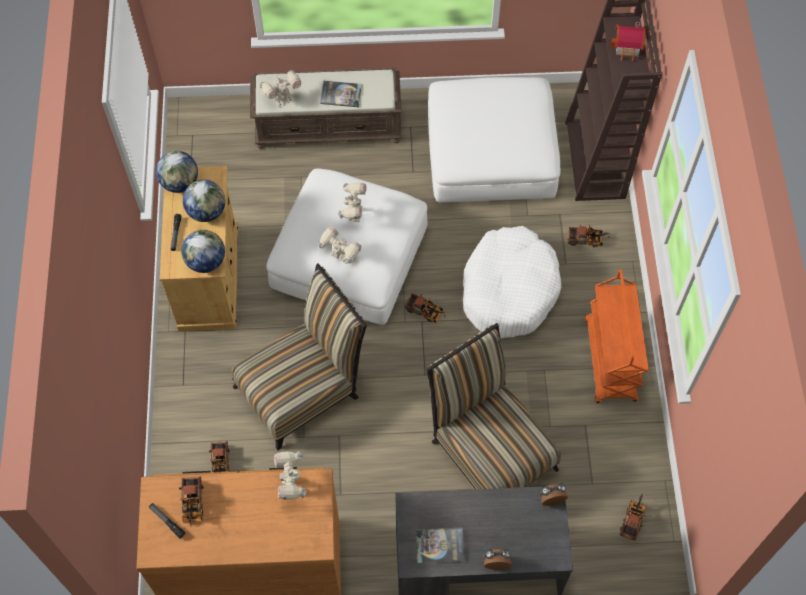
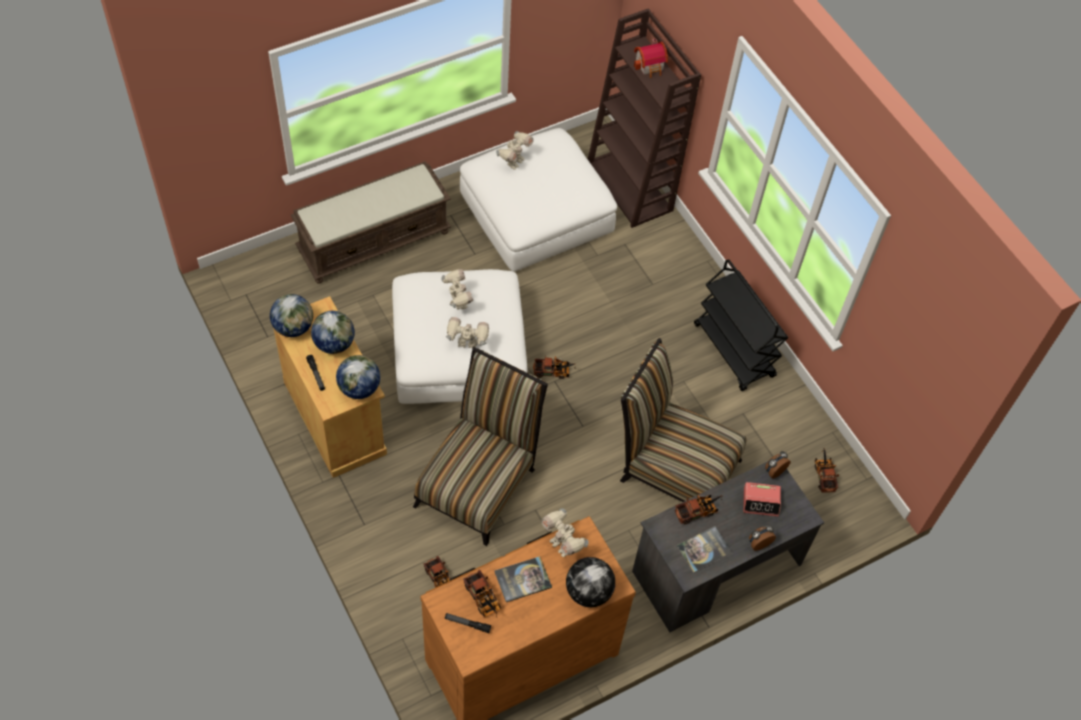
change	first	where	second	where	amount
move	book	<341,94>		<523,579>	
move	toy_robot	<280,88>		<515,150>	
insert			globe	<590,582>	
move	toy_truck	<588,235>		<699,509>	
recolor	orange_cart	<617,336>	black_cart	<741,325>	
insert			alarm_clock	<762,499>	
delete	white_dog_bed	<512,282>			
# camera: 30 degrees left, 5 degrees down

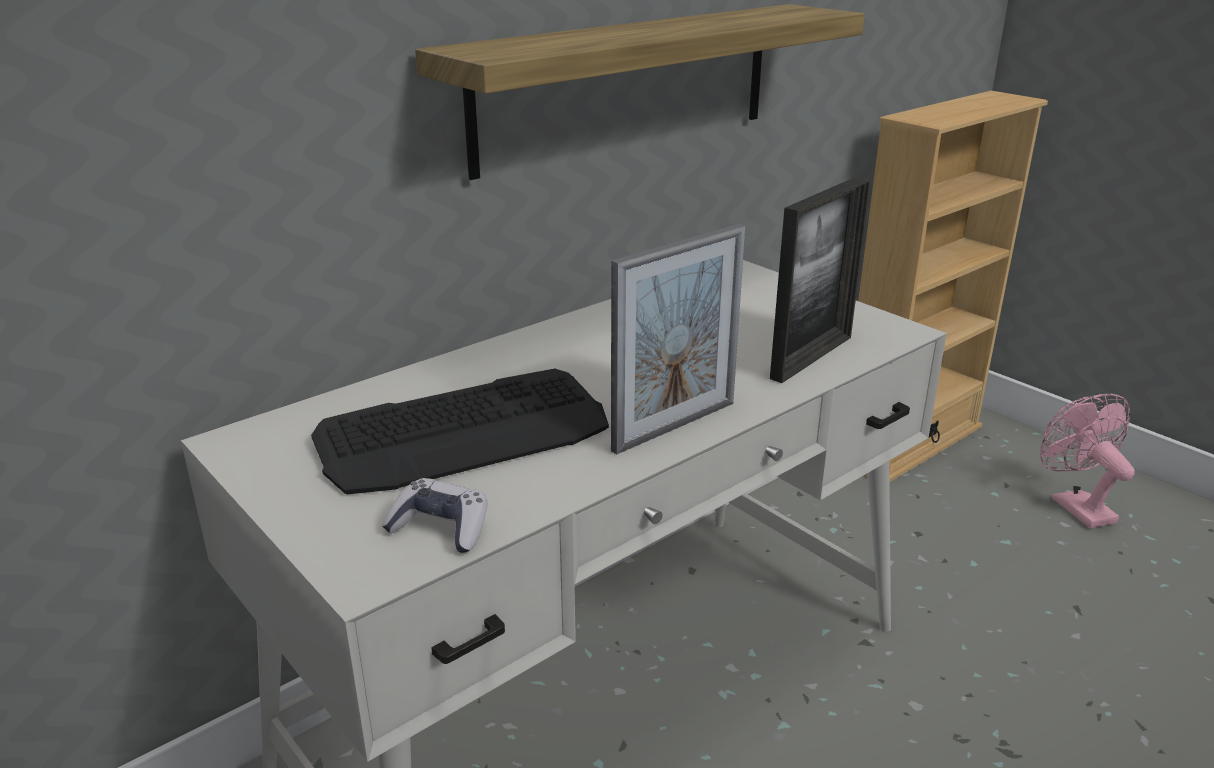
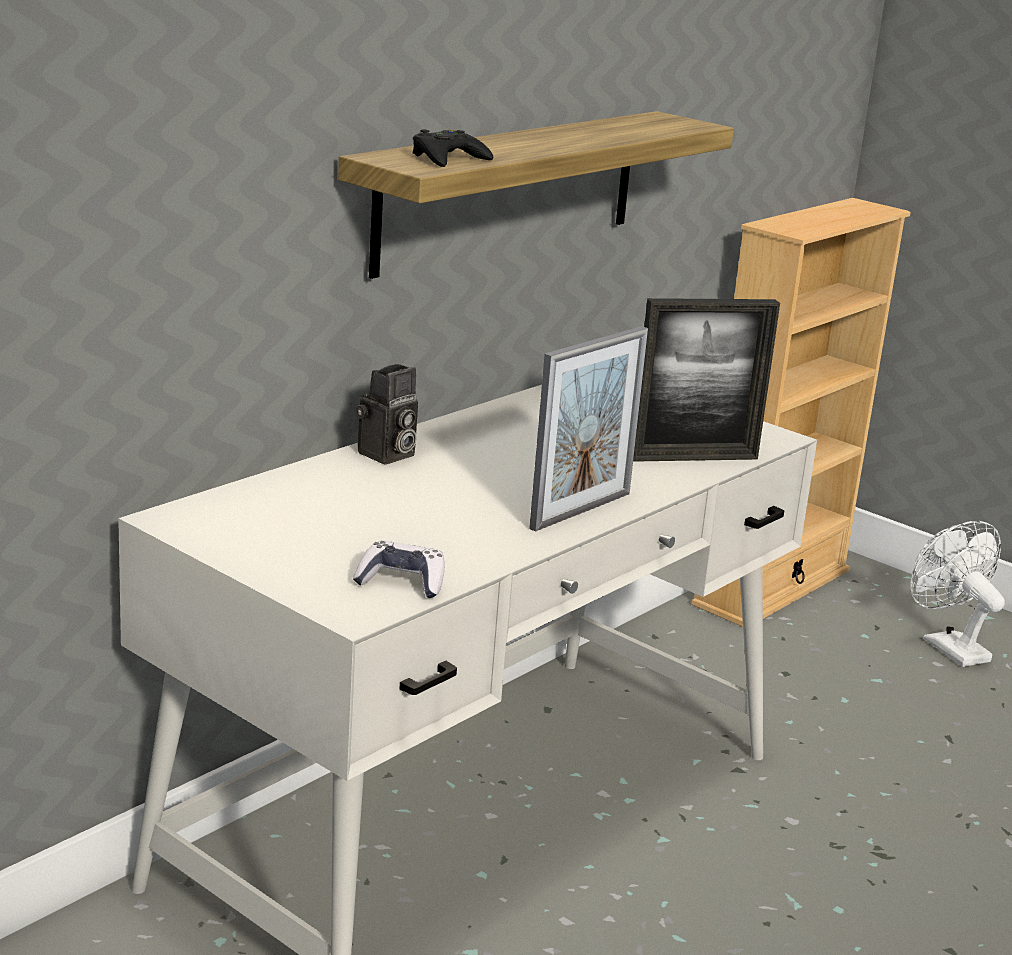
change	first	where	second	where	amount
insert			photo_camera	<387,414>	
insert			black_game_controller	<453,148>	
rotate	picture_frame	<820,279>		<706,380>	45 degrees clockwise
recolor	pink_fan	<1087,460>	white_fan	<957,594>	
delete	keyboard	<460,431>			
# camera: 10 degrees left, 5 degrees down

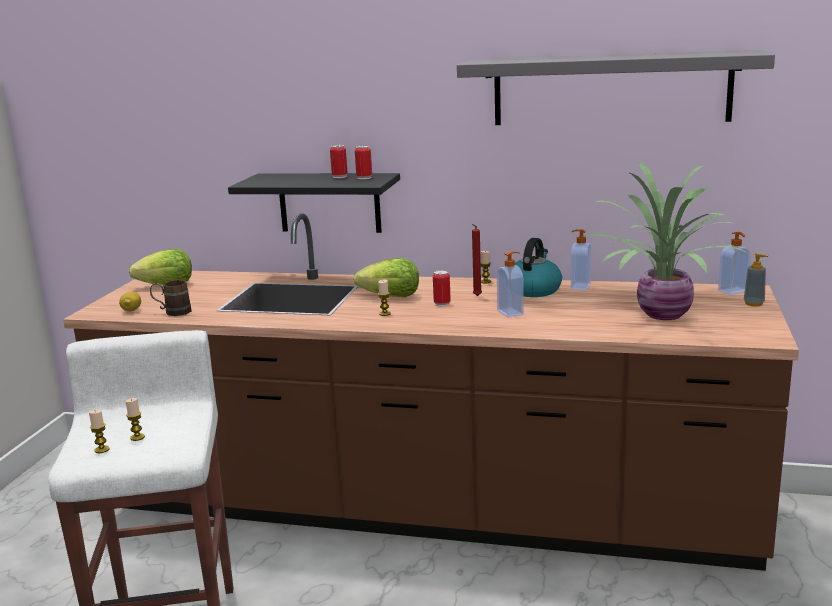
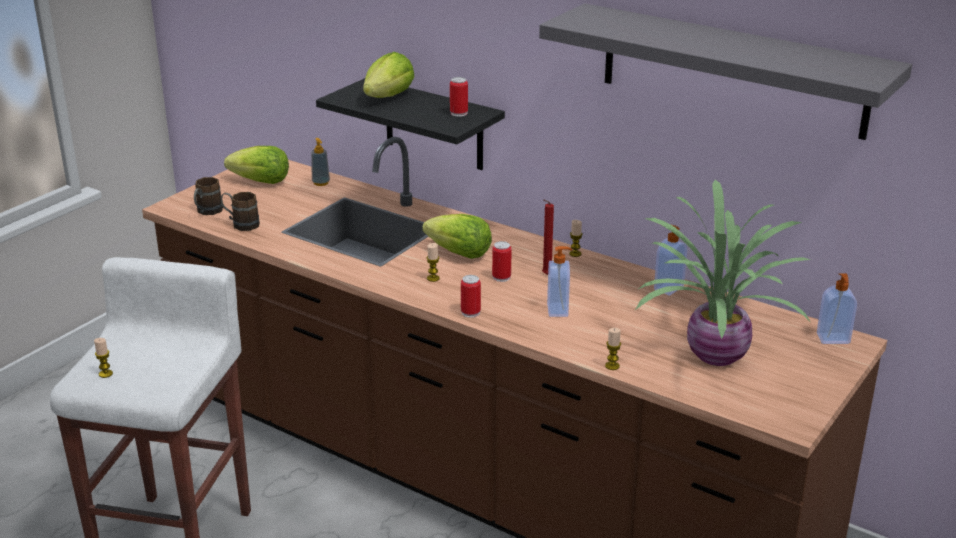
change	first	where	second	where	amount
replace	lemon	<130,301>	brown_mug	<208,196>	
move	soap_dispenser	<756,280>		<320,162>	
insert			lettuce	<388,75>	
move	can	<339,161>		<471,296>	
move	candle	<135,419>		<613,349>	
delete	kettle	<538,267>			
# camera: 20 degrees right, 10 degrees up

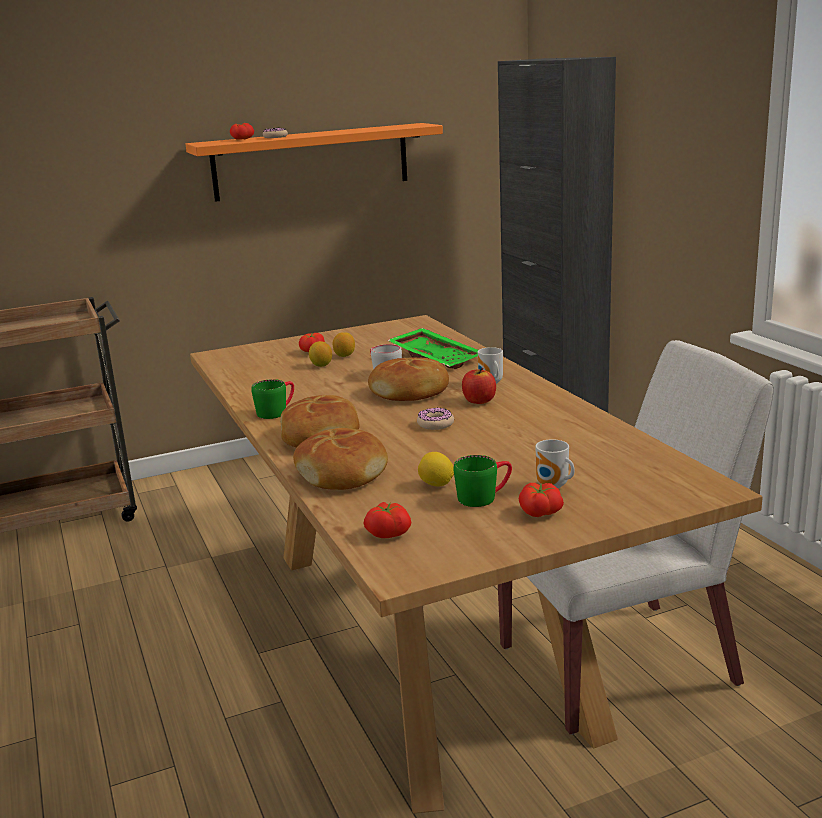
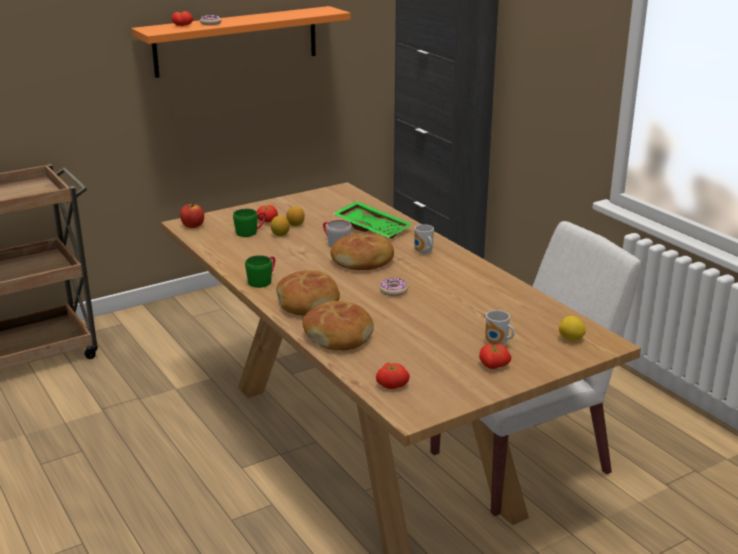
change	first	where	second	where	amount
move	apple	<479,386>		<192,215>	
move	green_mug	<482,481>		<249,223>	
move	lemon	<436,469>		<572,328>	
# camera: 10 degrees left, 5 degrees up

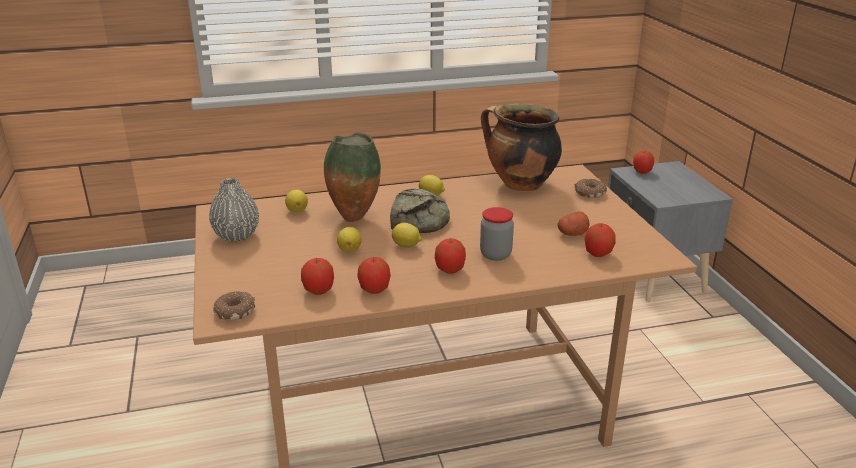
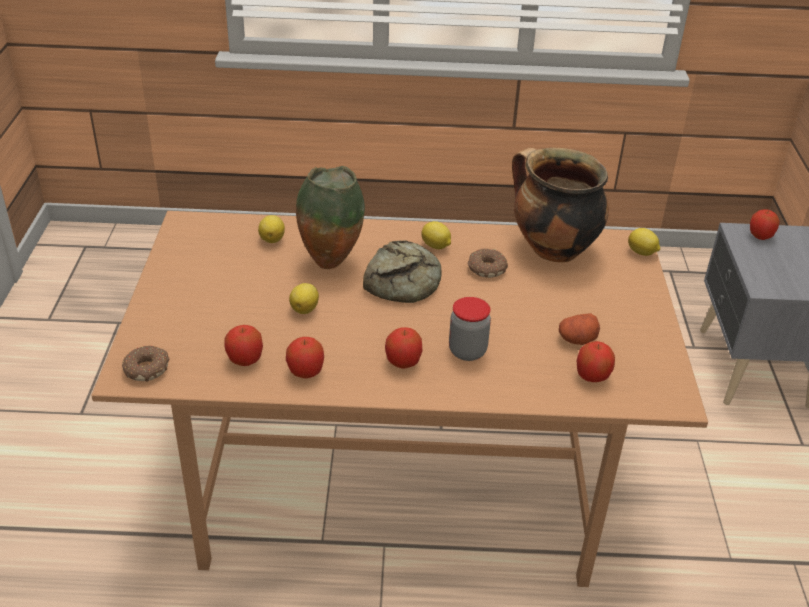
change	first	where	second	where	amount
move	donut	<591,188>		<488,263>	
move	lemon	<407,235>		<644,242>	
delete	grey_vase	<234,210>			
# camera: 15 degrees right, 10 degrees up

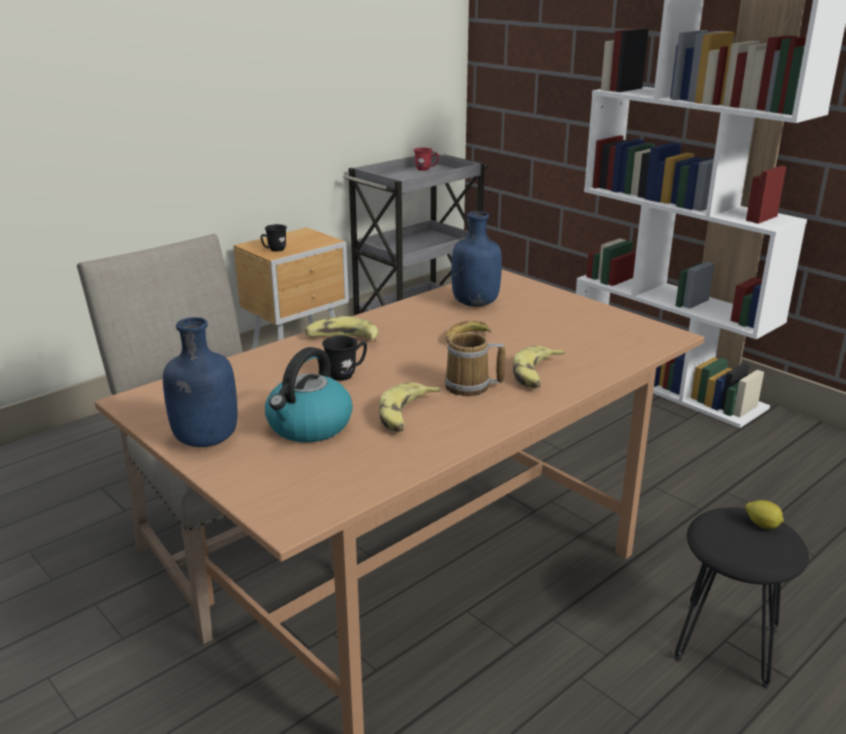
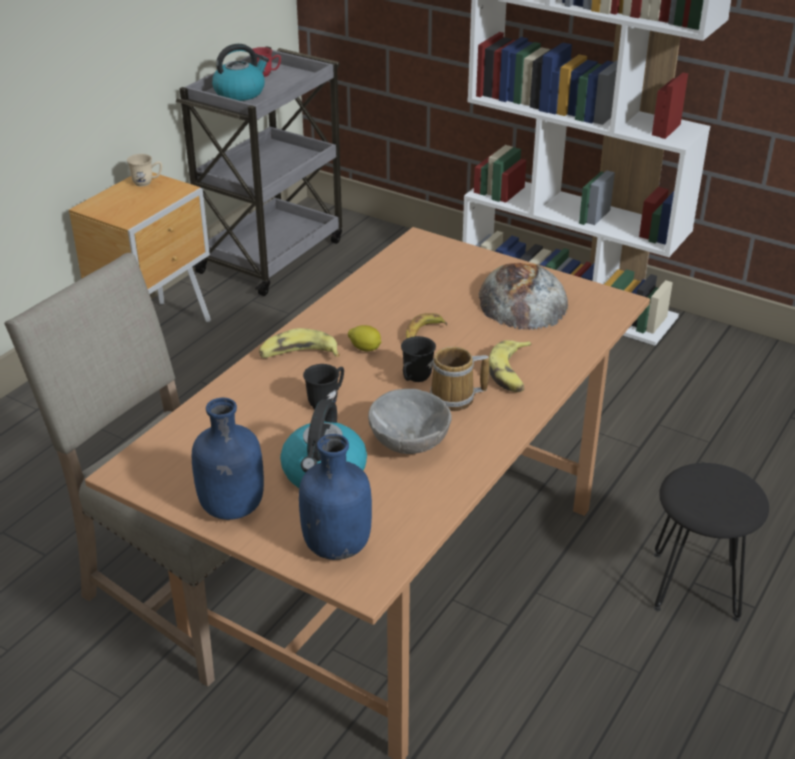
change	first	where	second	where	amount
insert			beige_mug	<144,170>	
insert			kettle	<240,72>	
move	blue_bottle	<476,259>		<335,497>	
move	lemon	<765,514>		<364,338>	
replace	banana	<409,407>	grey_bowl	<410,421>	
move	black_mug	<274,238>		<418,359>	
insert			bread	<523,296>	
# camera: 15 degrees left, 10 degrees up

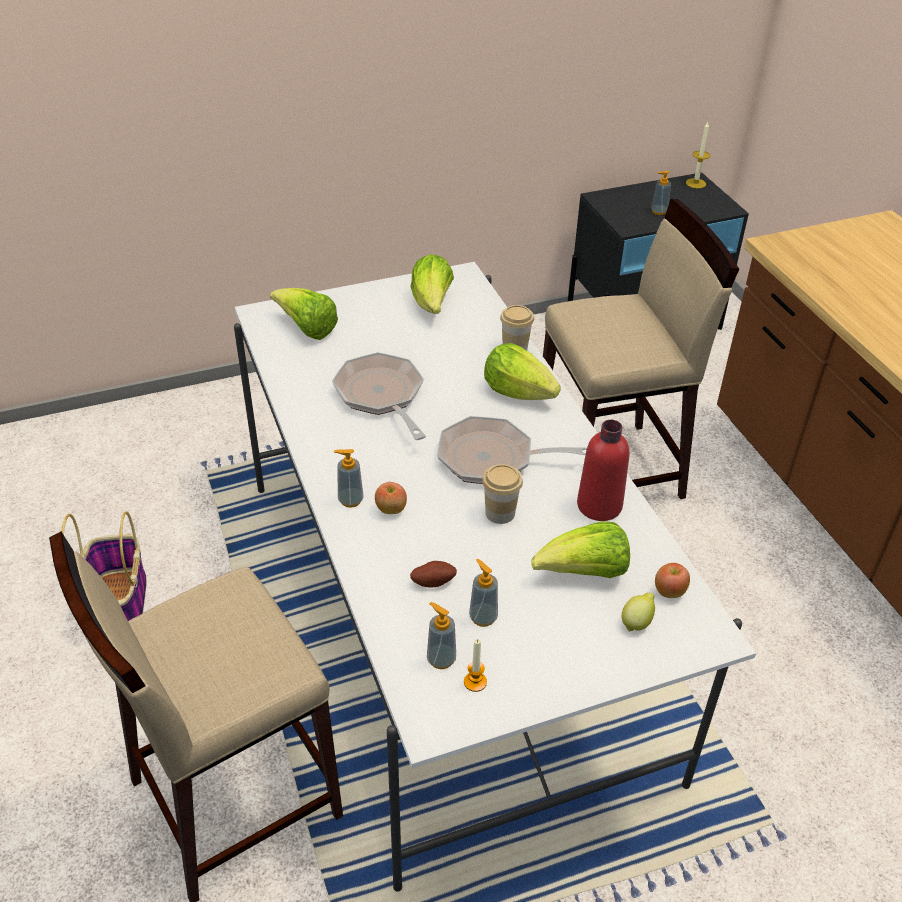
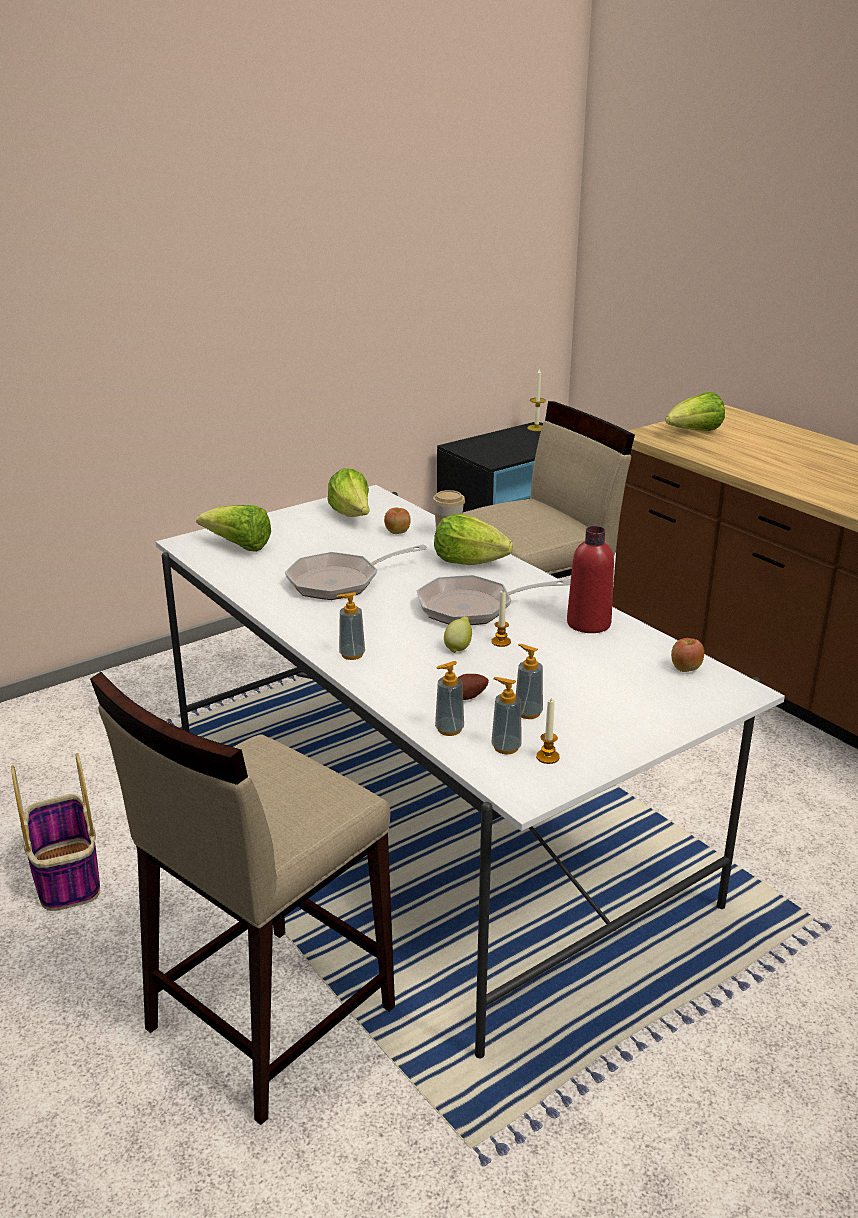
change	first	where	second	where	amount
rotate	frying_pan	<379,396>		<356,572>	75 degrees counterclockwise
move	apple	<391,498>		<397,521>	
move	soap_dispenser	<661,193>		<449,698>	
move	lemon	<638,612>		<458,634>	
replace	cup	<502,494>	candle	<501,619>	
move	lettuce	<580,549>		<695,411>	
# camera: 15 degrees left, 15 degrees down

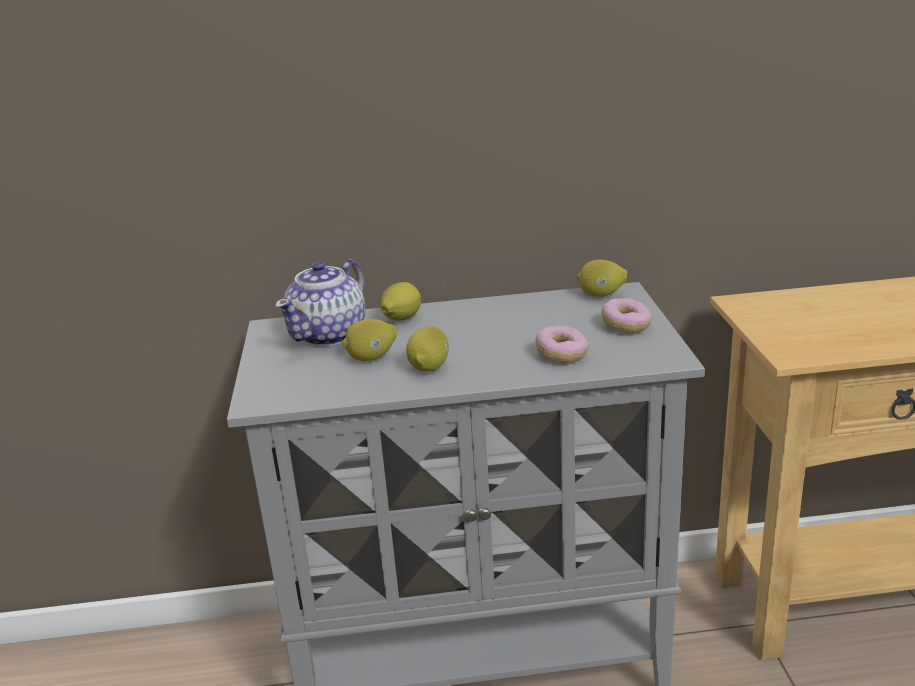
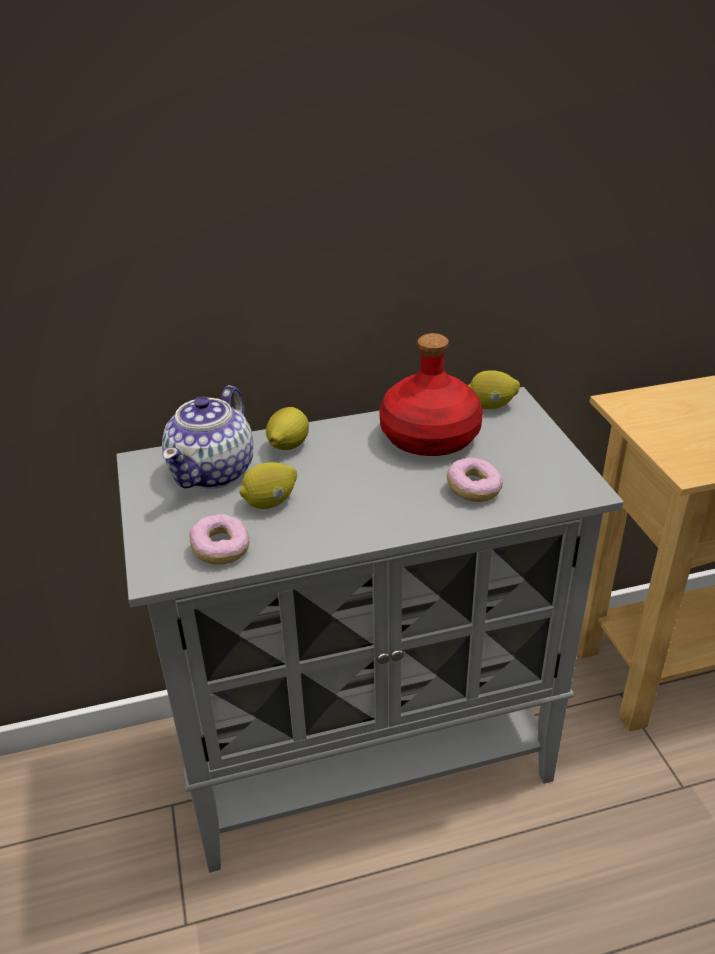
change	first	where	second	where	amount
move	donut	<626,315>		<220,539>	
insert			red_bottle	<431,394>	
delete	lemon	<427,349>			
# camera: 10 degrees left, 10 degrees up

